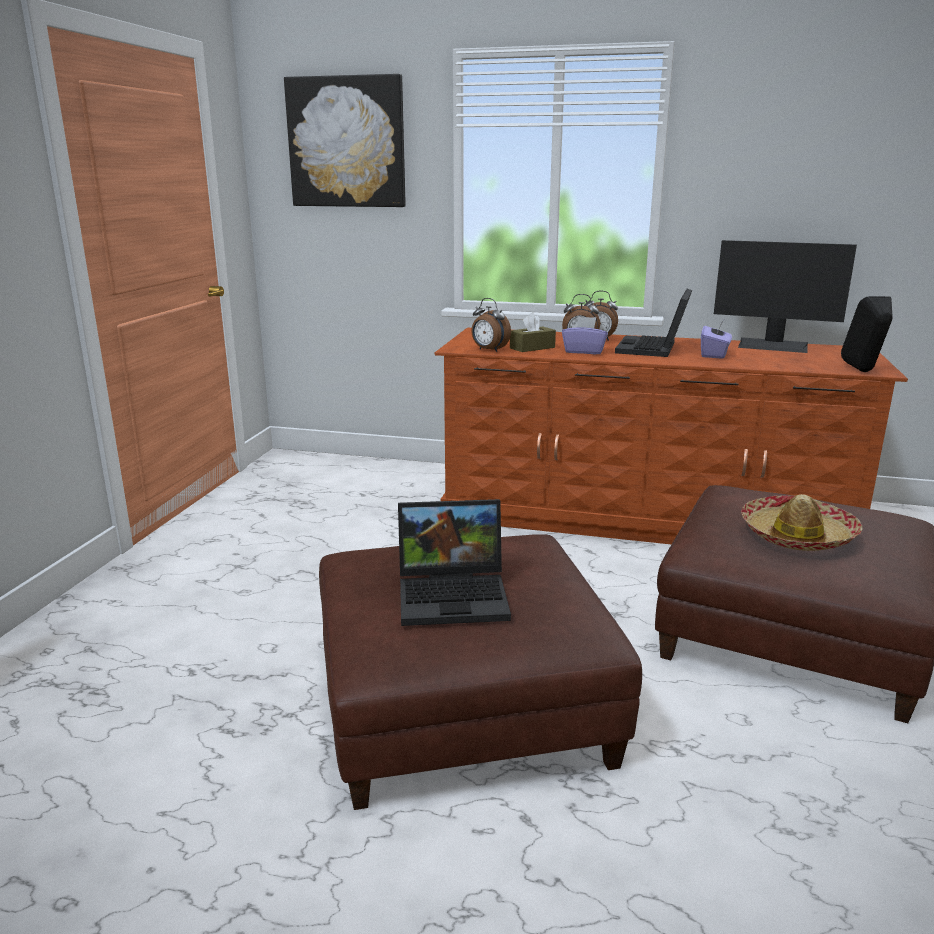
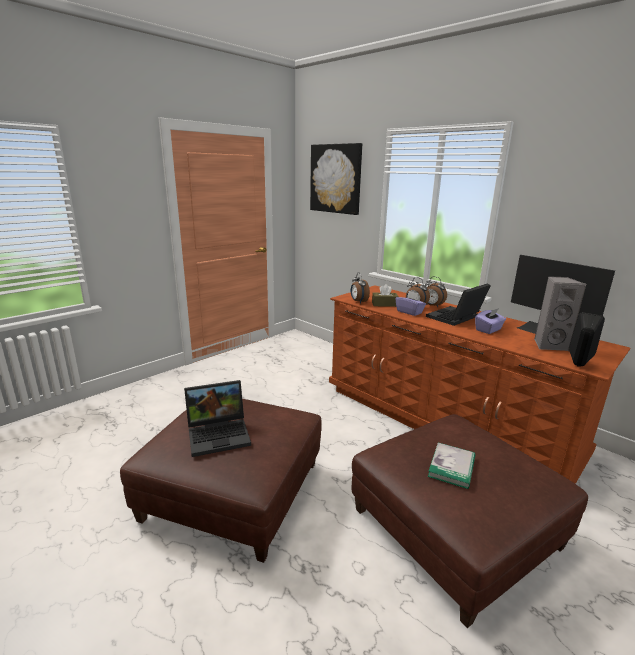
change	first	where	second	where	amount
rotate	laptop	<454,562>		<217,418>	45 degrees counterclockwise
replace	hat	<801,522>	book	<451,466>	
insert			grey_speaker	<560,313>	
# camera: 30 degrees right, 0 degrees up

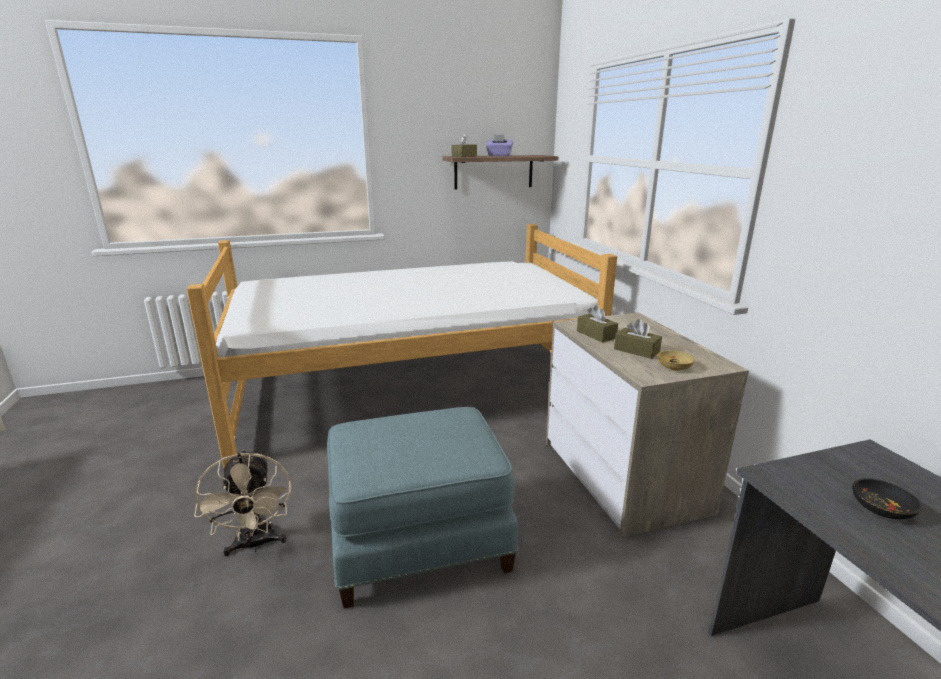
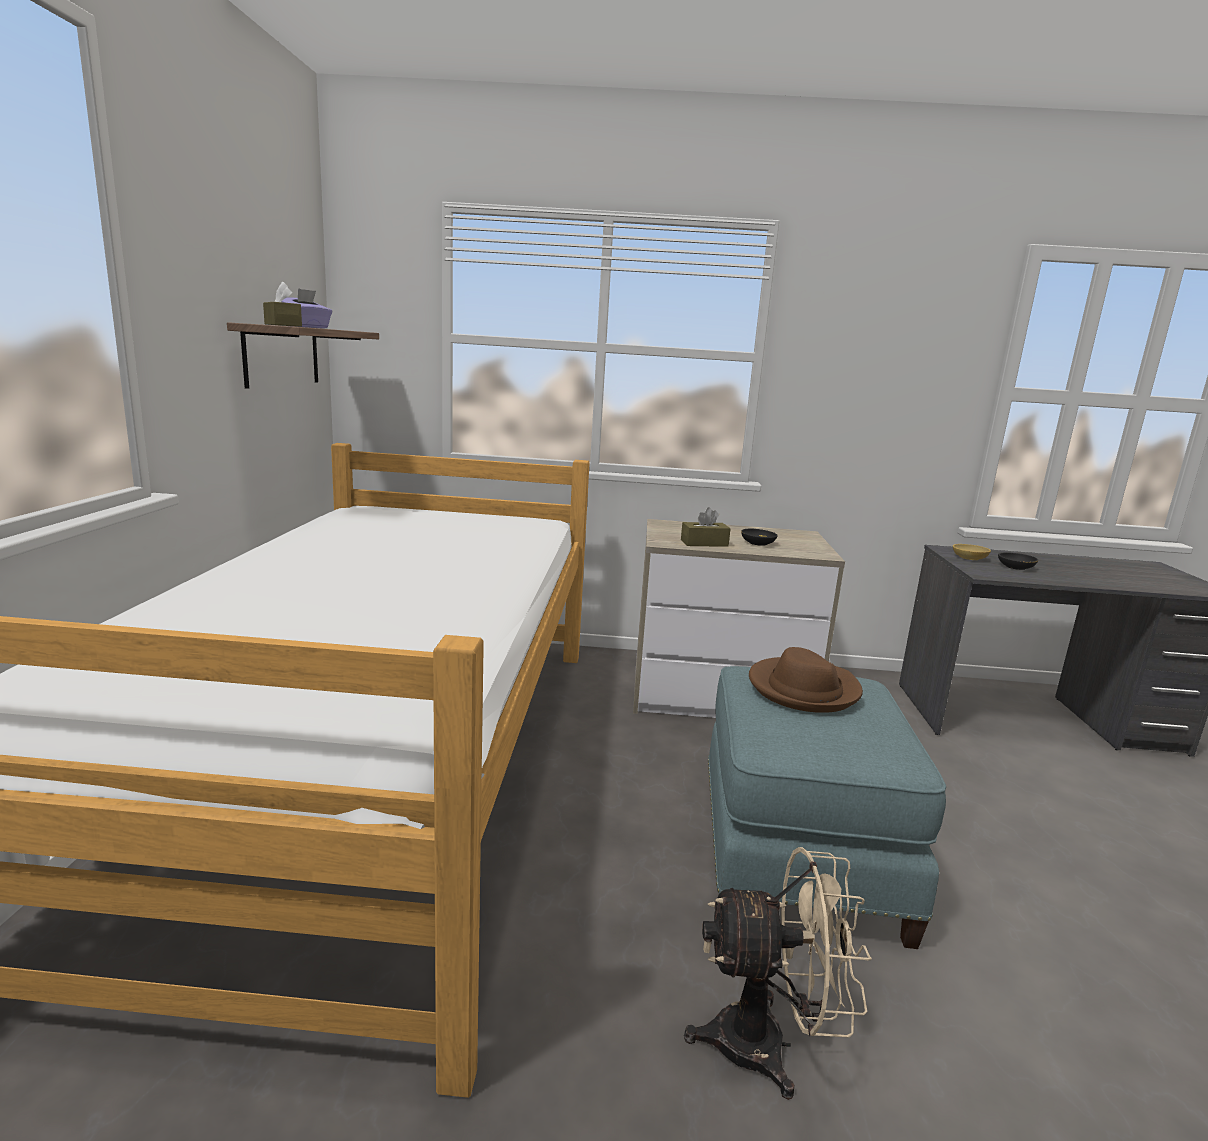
change	first	where	second	where	amount
replace	brown_tissue_box	<638,339>	black_bowl	<759,537>	
insert			brown_hat	<806,680>	
move	beige_bowl	<676,360>		<972,552>	
# camera: 70 degrees left, 5 degrees down

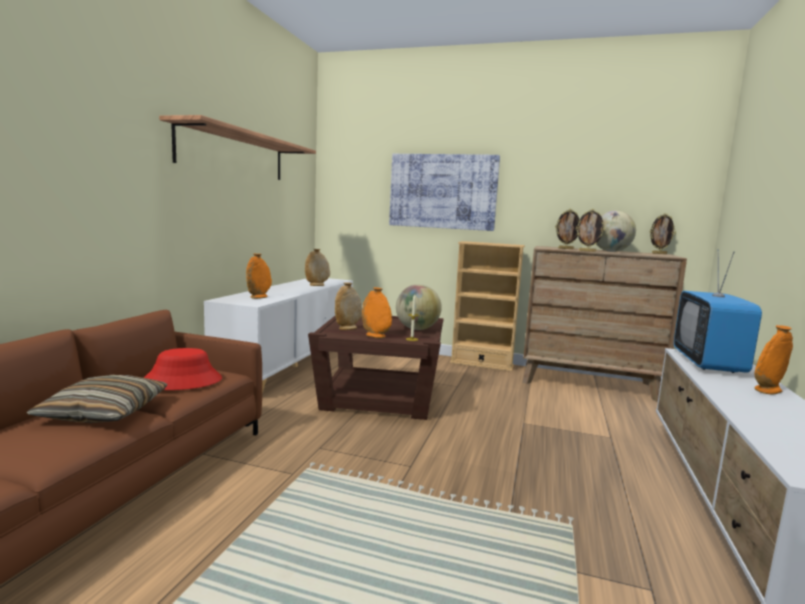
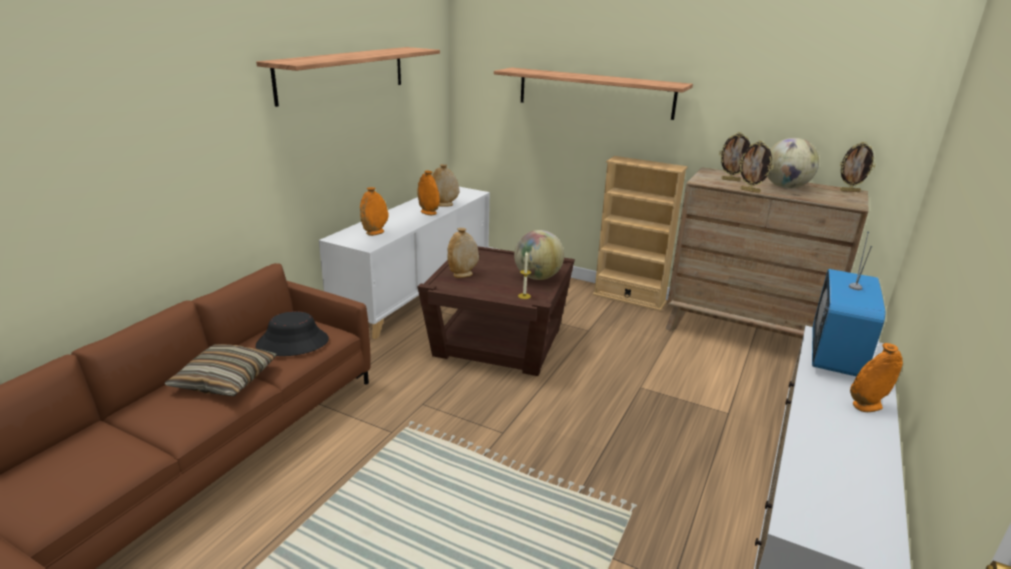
change	first	where	second	where	amount
recolor	red_hat	<183,369>	black_hat	<292,333>	
move	orange_vase	<377,312>		<428,192>	
replace	picture	<444,192>	shelf	<593,94>	
# camera: 10 degrees right, 15 degrees up

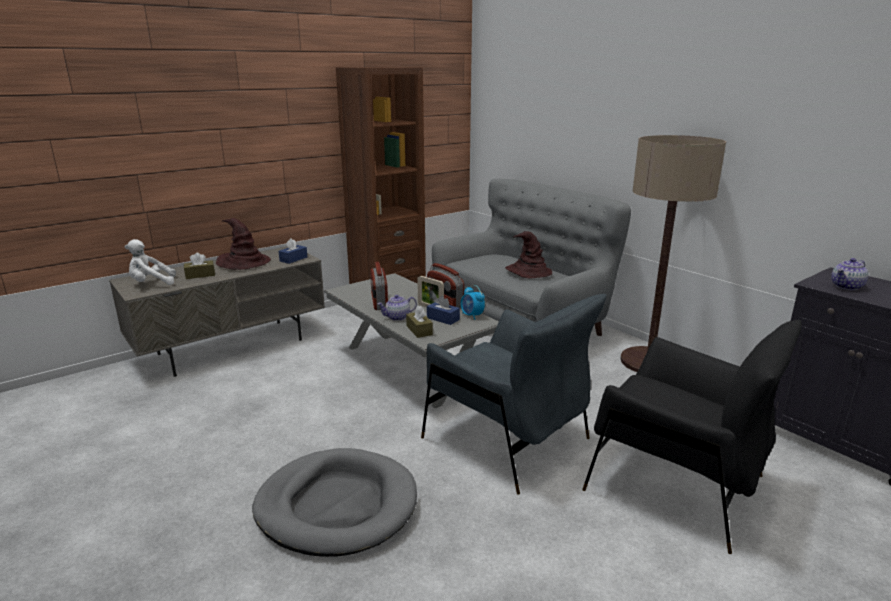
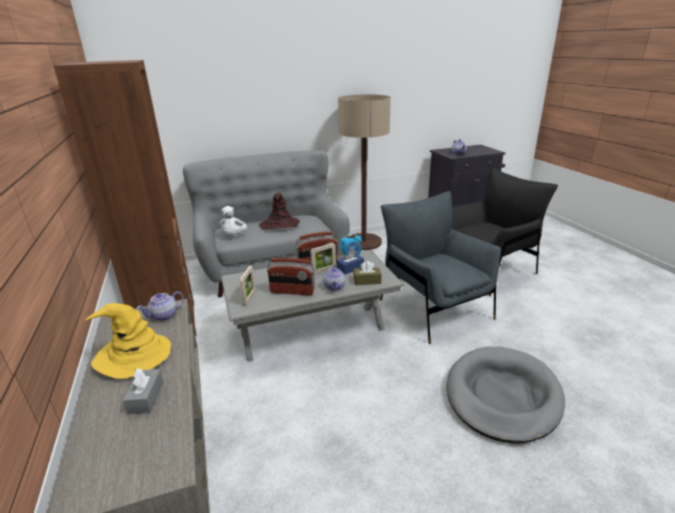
change	first	where	second	where	amount
recolor	brown_hat	<243,244>	yellow_hat	<128,341>	
recolor	brown_tissue_box	<199,266>	grey_tissue_box	<143,391>	
replace	blue_tissue_box	<293,251>	teapot	<160,306>	
move	white_plush_toy	<150,262>		<233,220>	
insert			picture_frame	<248,285>	
rotate	grey_armchair	<514,394>		<440,267>	90 degrees counterclockwise
# camera: 70 degrees left, 5 degrees up

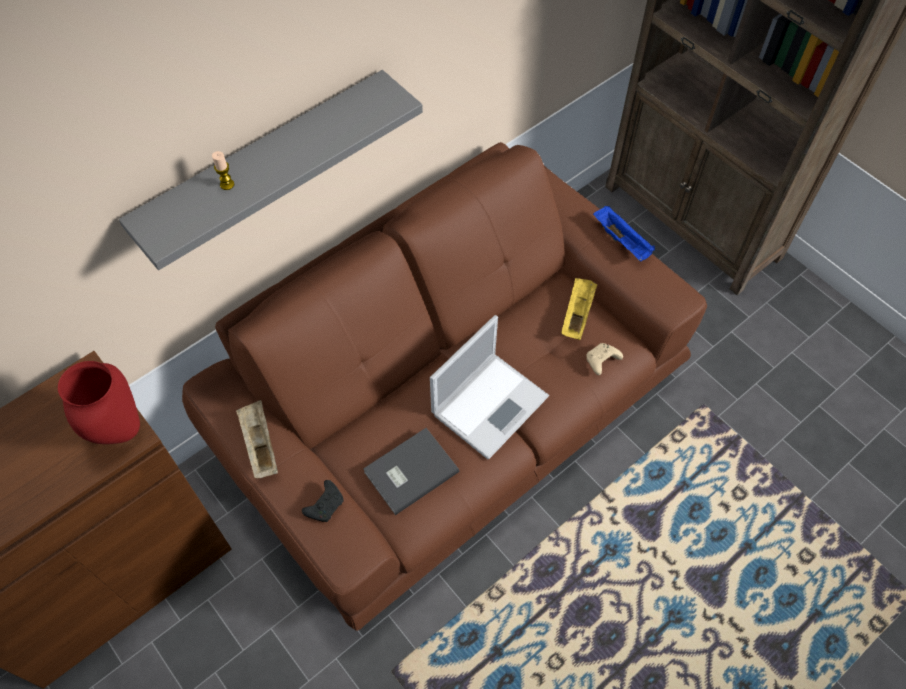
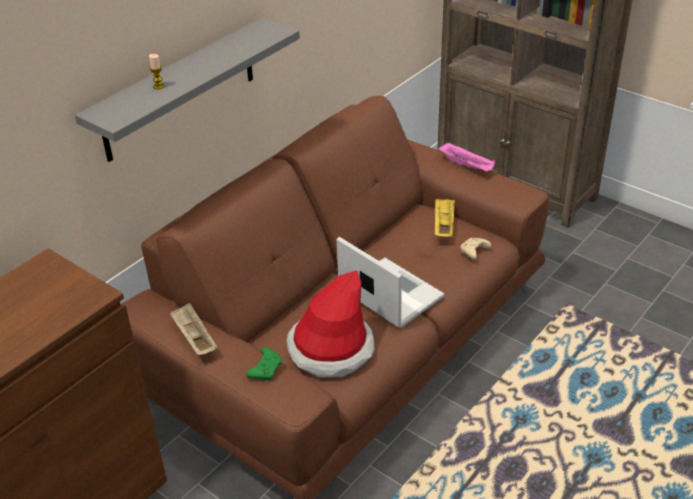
change	first	where	second	where	amount
recolor	black_game_controller	<323,501>	green_game_controller	<264,364>	
replace	grey_book	<411,471>	hat	<331,324>	
rotate	laptop	<489,387>		<391,282>	75 degrees counterclockwise
recolor	blue_tray	<624,233>	pink_tray	<467,157>	
delete	red_vase	<99,402>			
# camera: 10 degrees left, 20 degrees down

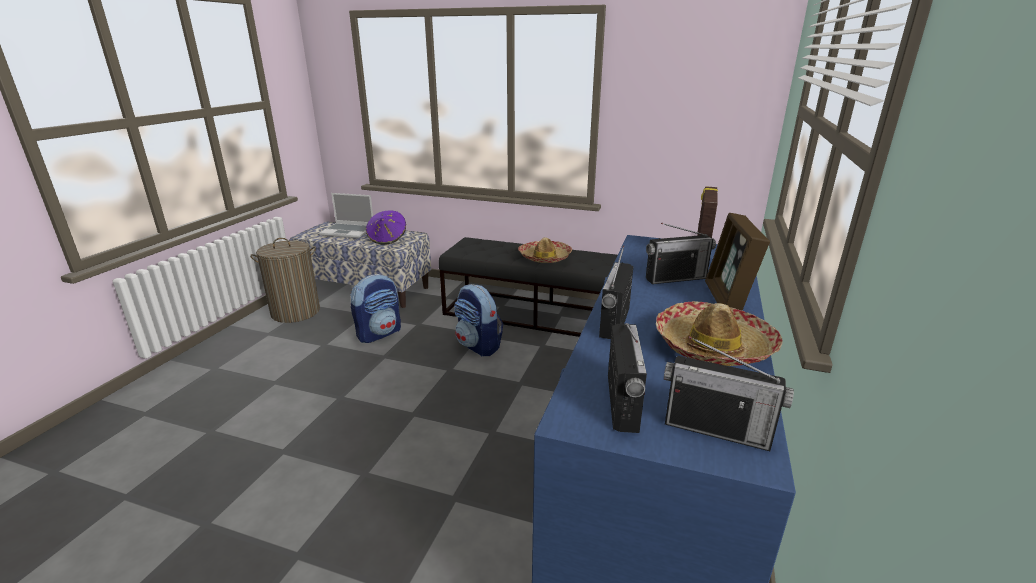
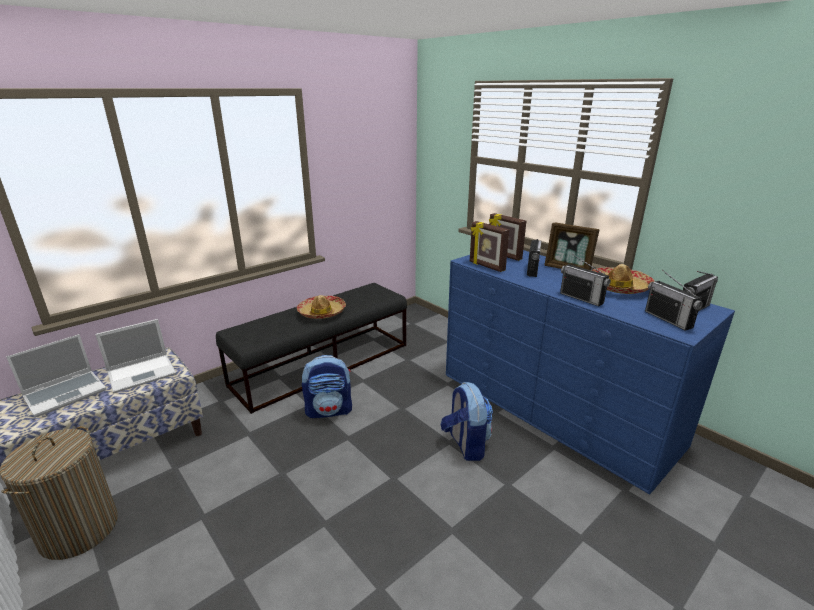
change	first	where	second	where	amount
replace	purple_hat	<386,227>	laptop	<135,356>	
move	backpack	<375,308>		<467,421>	
insert			picture_frame	<489,246>	
rotate	radio	<627,378>		<674,300>	150 degrees counterclockwise
# camera: 60 degrees left, 0 degrees up

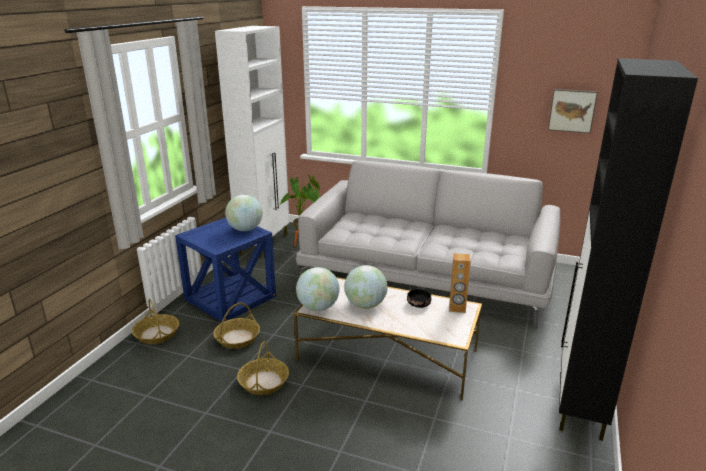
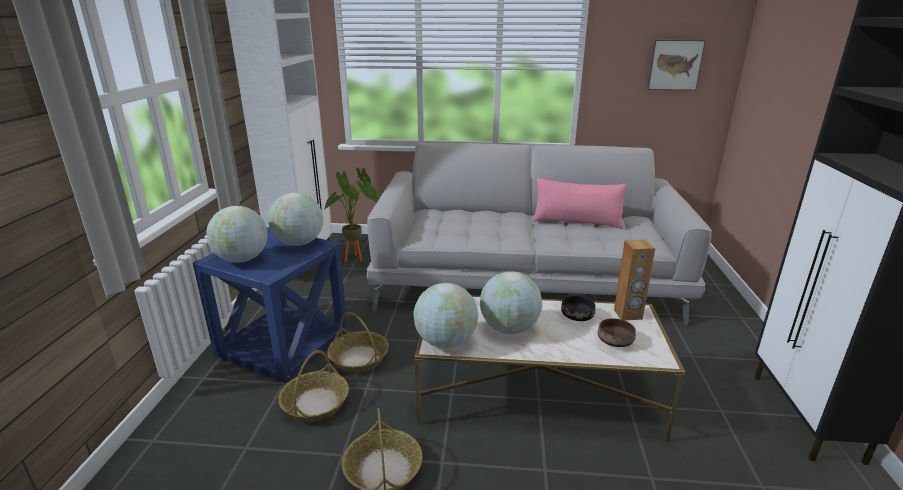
change	first	where	second	where	amount
insert			globe	<237,234>	
move	basket	<155,321>		<358,342>	
insert			pink_pillow	<580,203>	
insert			brown_bowl	<617,332>	
# camera: 15 degrees left, 0 degrees up

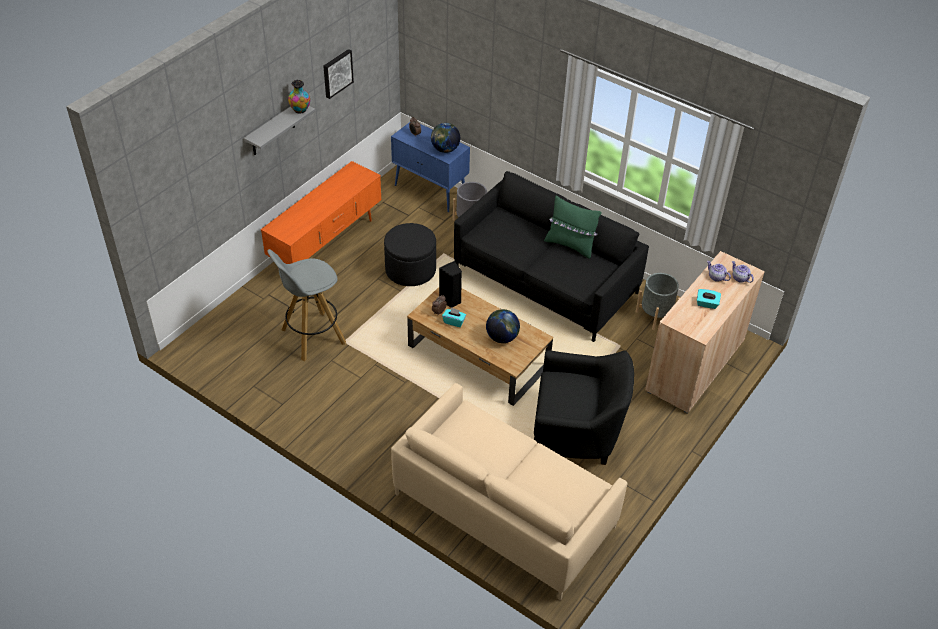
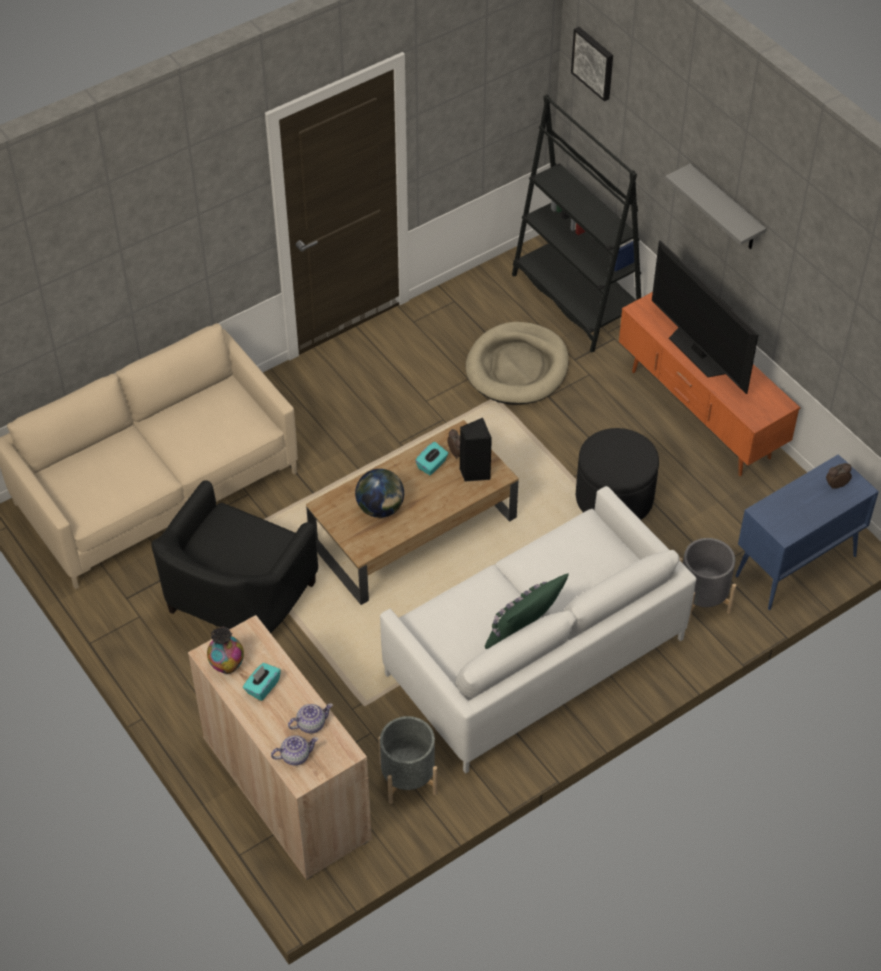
change	first	where	second	where	amount
move	vase	<299,96>		<225,650>	
recolor	black_sofa	<551,256>	white_sofa	<538,630>	
replace	grey_stool	<307,305>	beige_dog_bed	<517,363>	
insert			black_bookcase	<576,223>	
move	picture	<338,74>		<592,64>	
insert			television	<705,317>	
delete	globe	<445,138>			
# camera: 110 degrees right, 5 degrees up

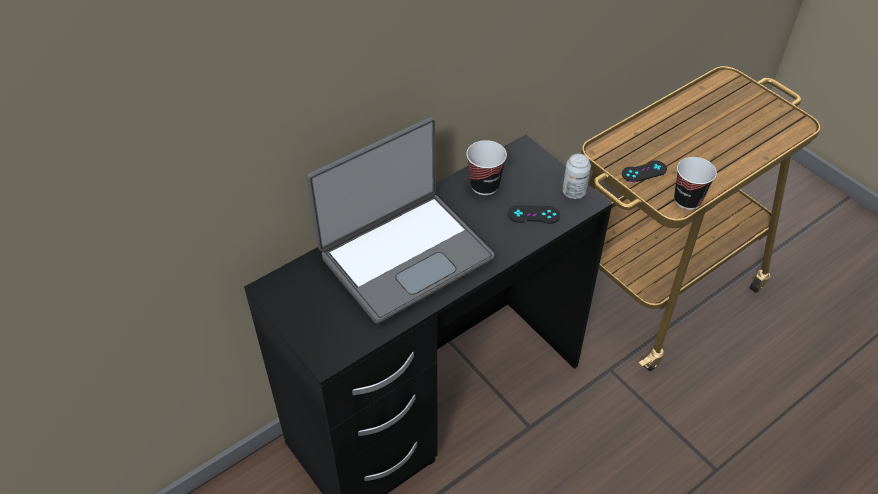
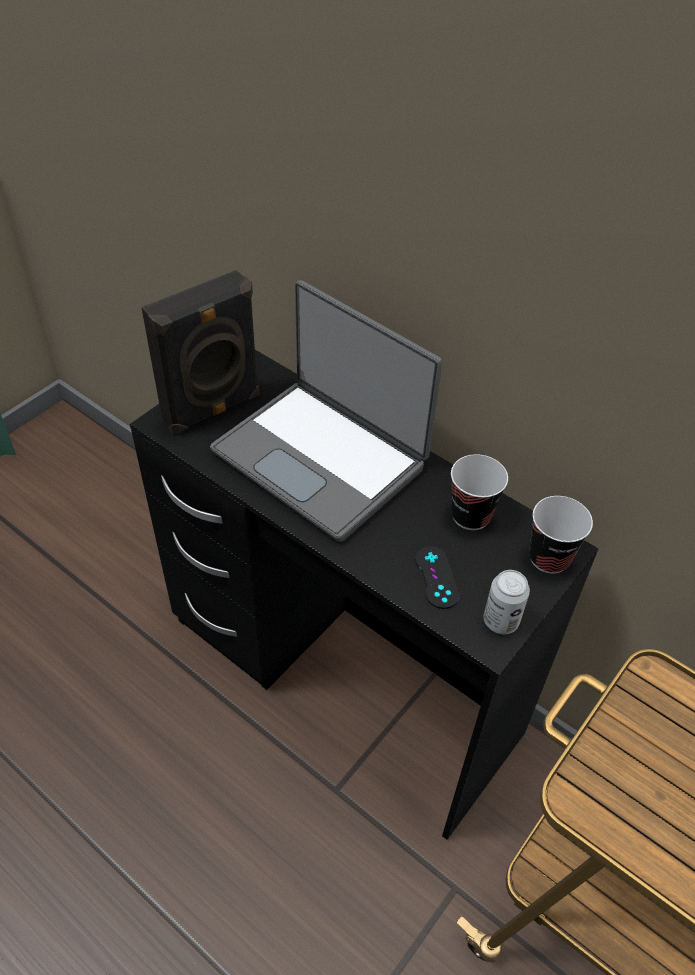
change	first	where	second	where	amount
insert			black_speaker	<200,352>	
move	cup	<695,183>		<561,535>	
delete	black_game_controller	<644,171>			
# camera: 75 degrees right, 0 degrees up

